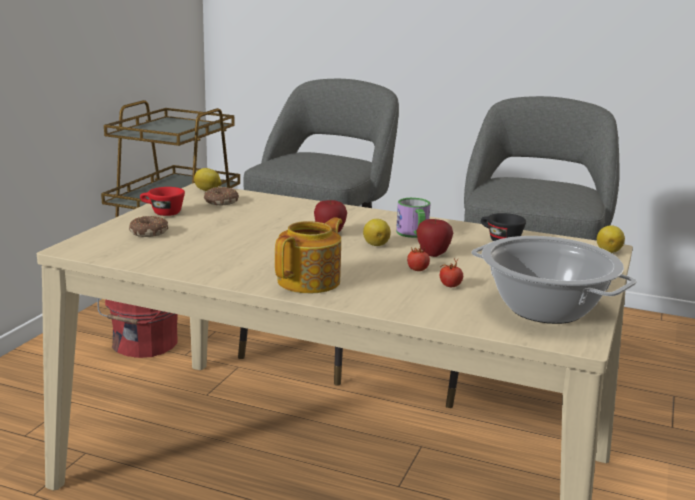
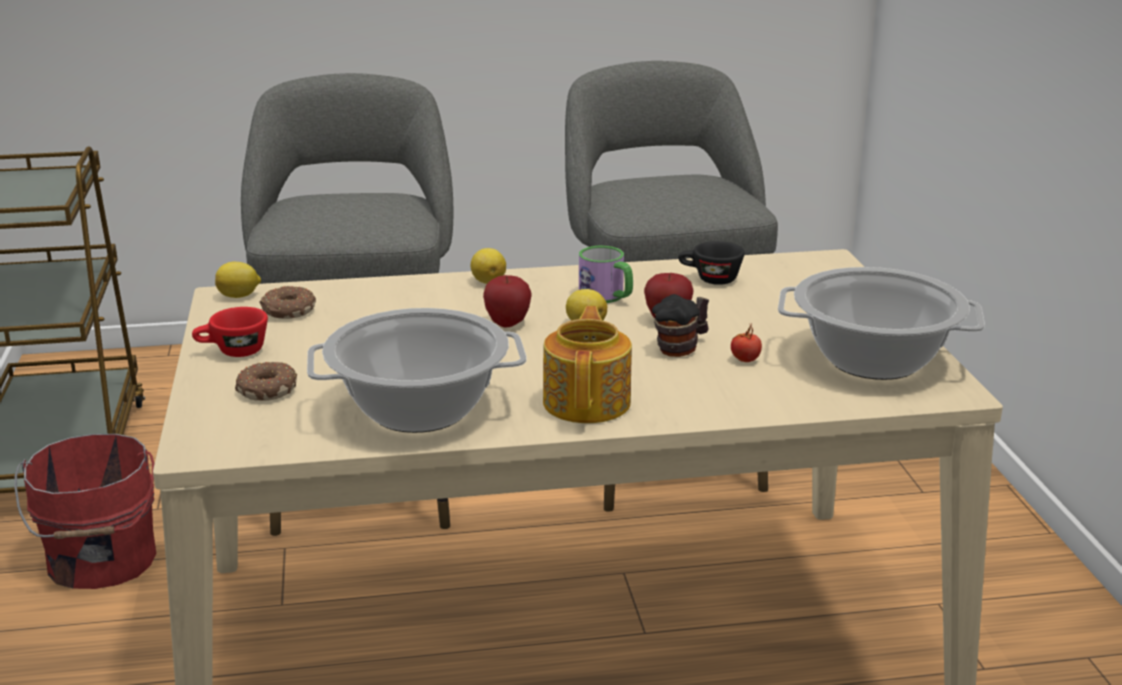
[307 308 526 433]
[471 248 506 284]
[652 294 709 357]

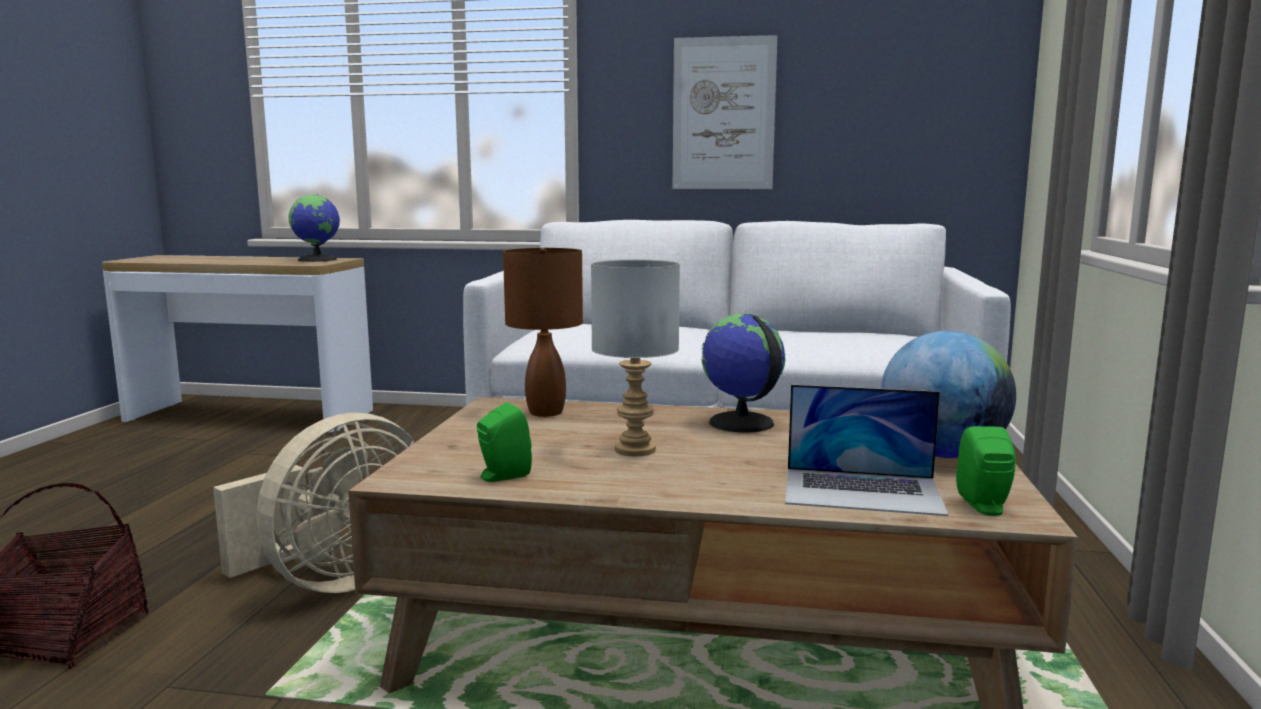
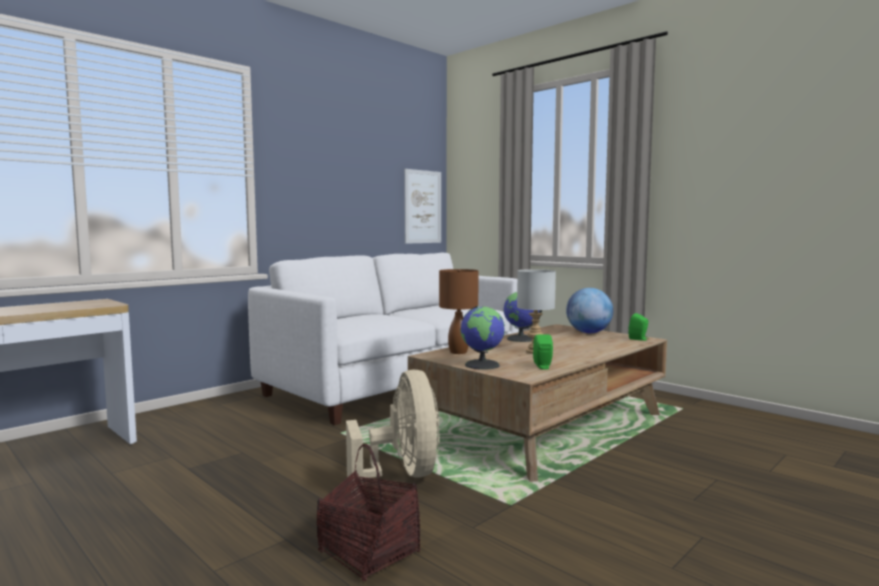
[404 169 441 244]
[460 306 505 370]
[785 385 948 516] (first image)

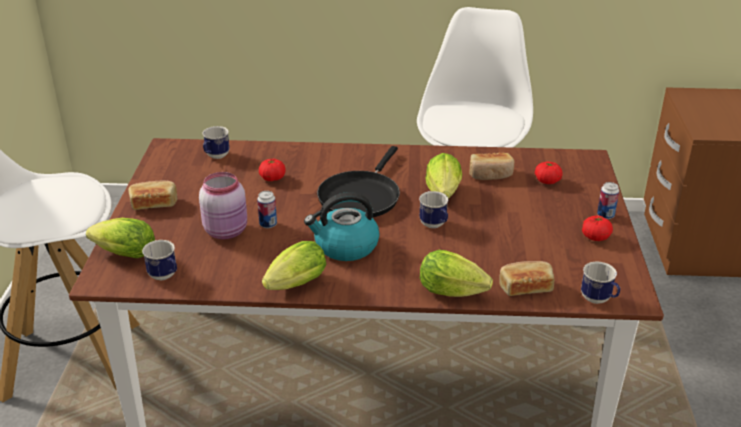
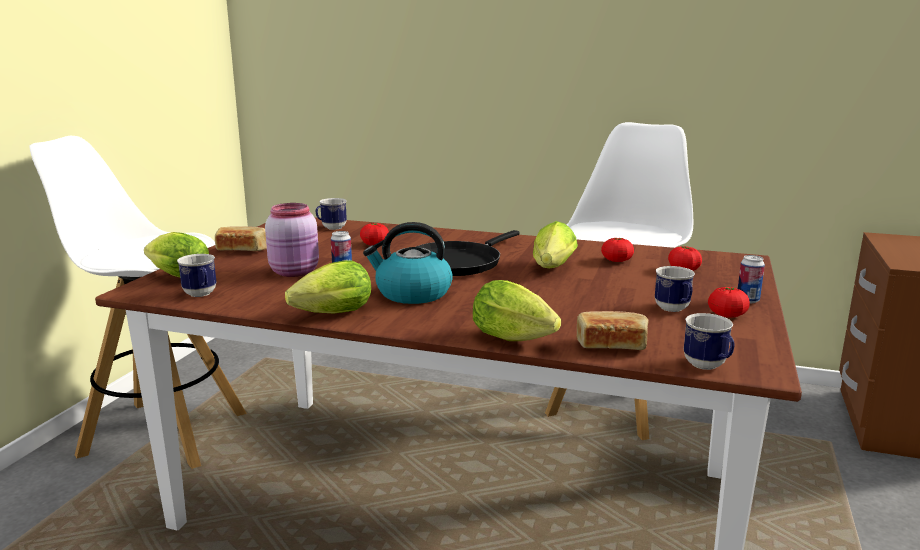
[601 238 634 262]
[655 266 695 312]

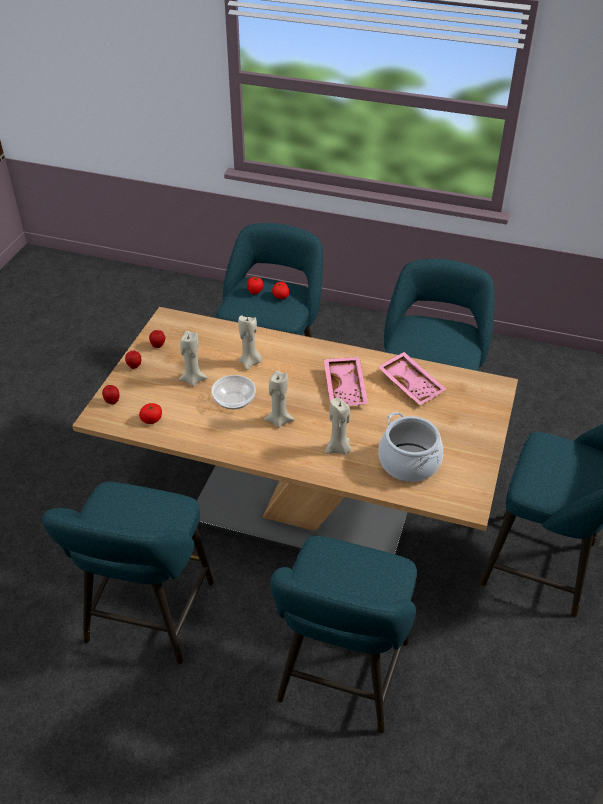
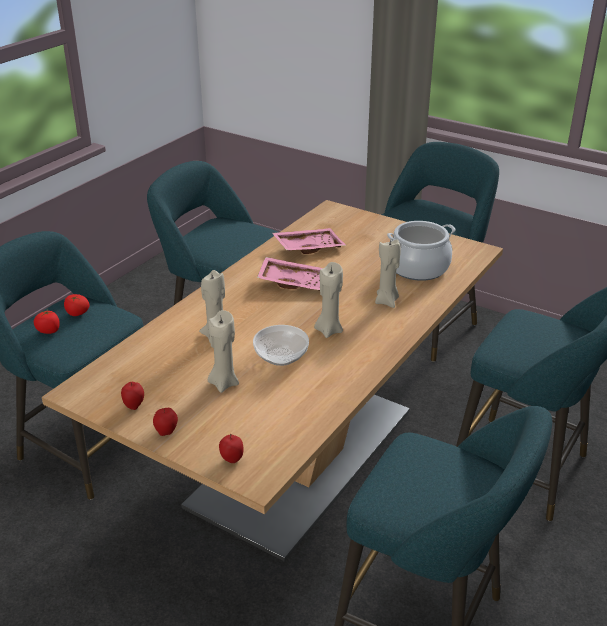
[139 403 162 424] (first image)

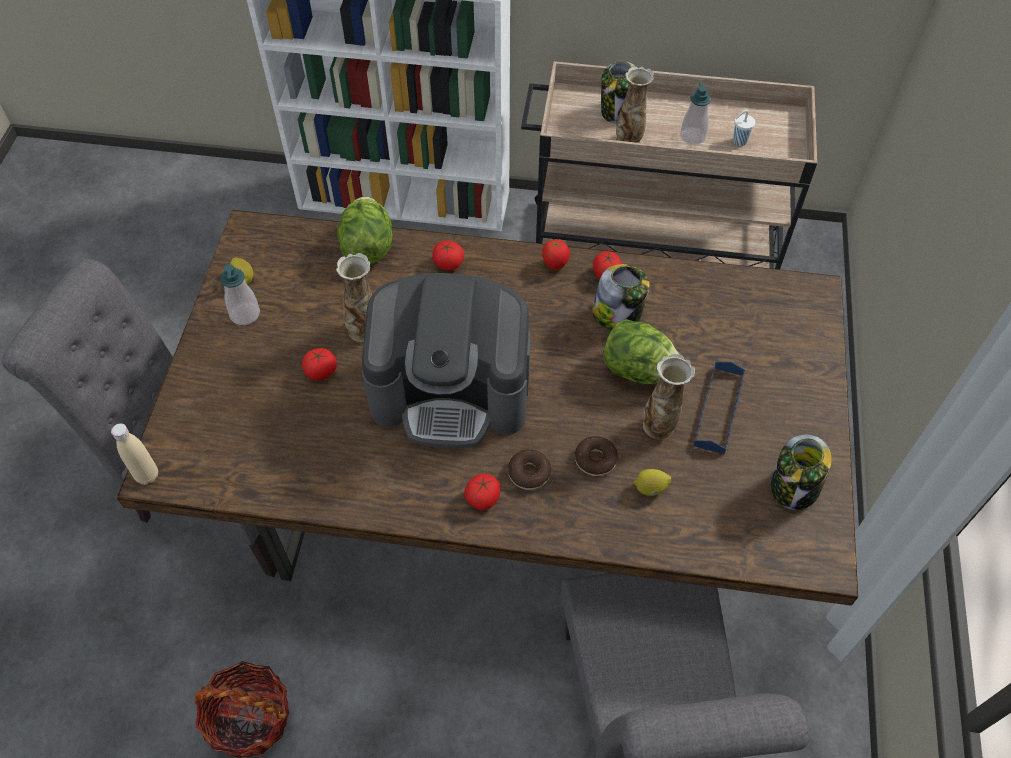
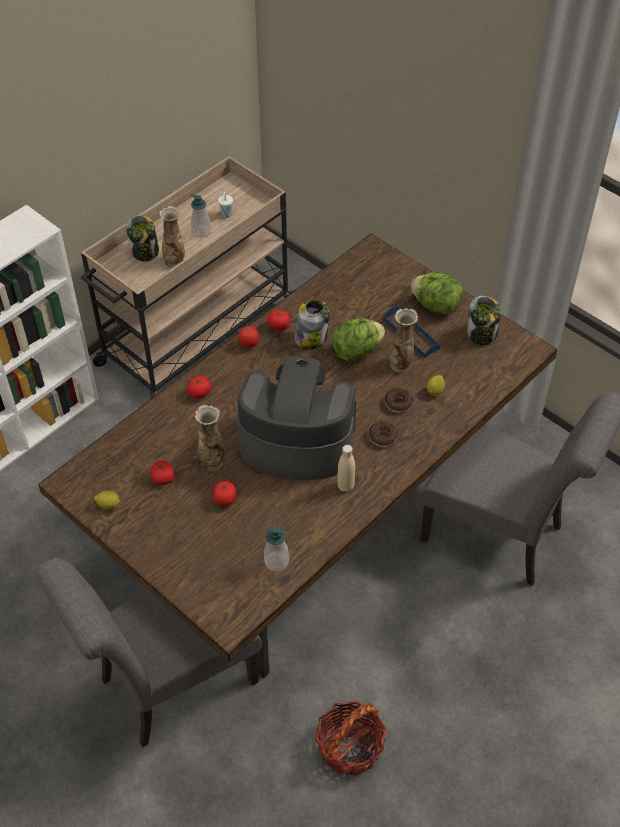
[150 461 174 485]
[237 356 356 480]
[264 526 289 572]
[337 445 355 492]
[411 272 463 315]

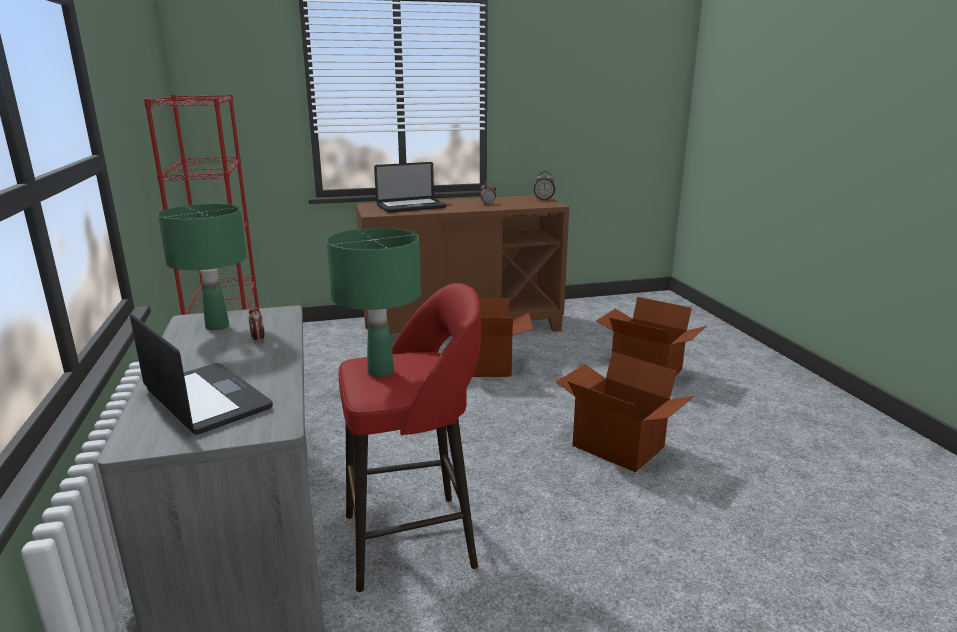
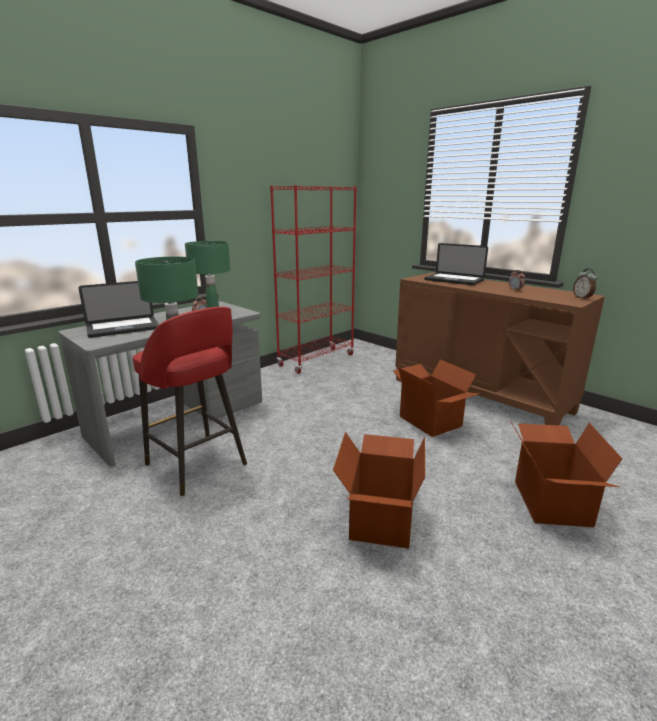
[78 281 159 338]

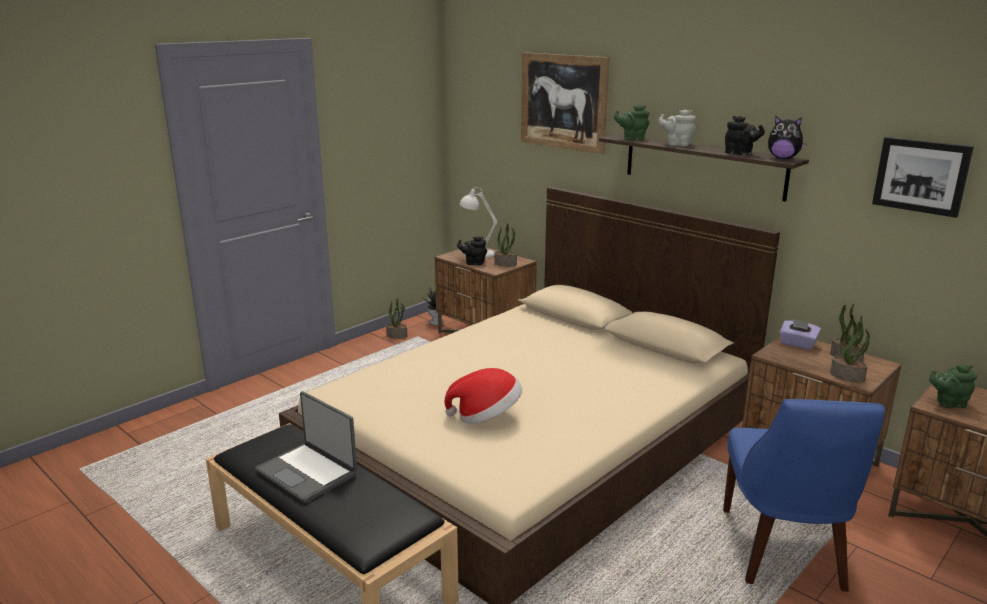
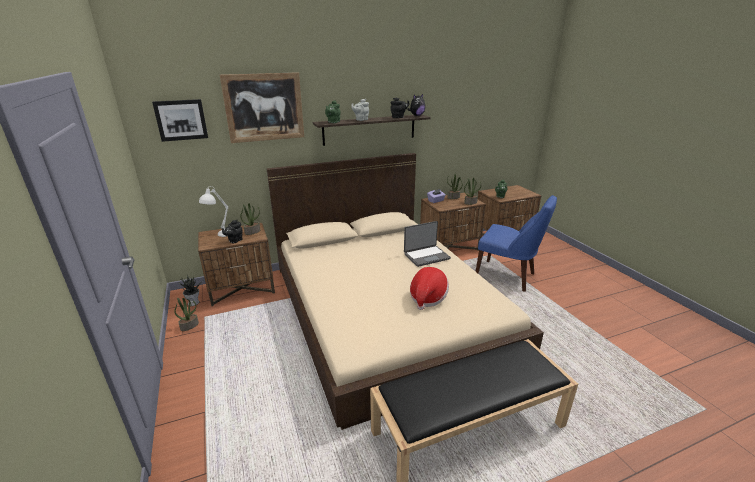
[152 99 208 142]
[404 221 451 267]

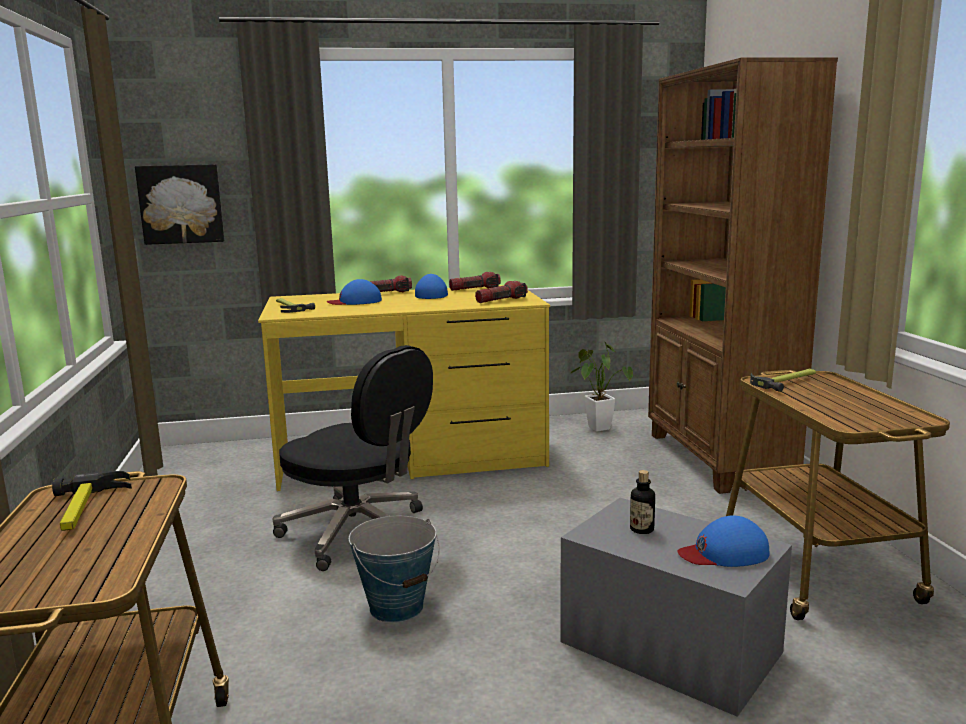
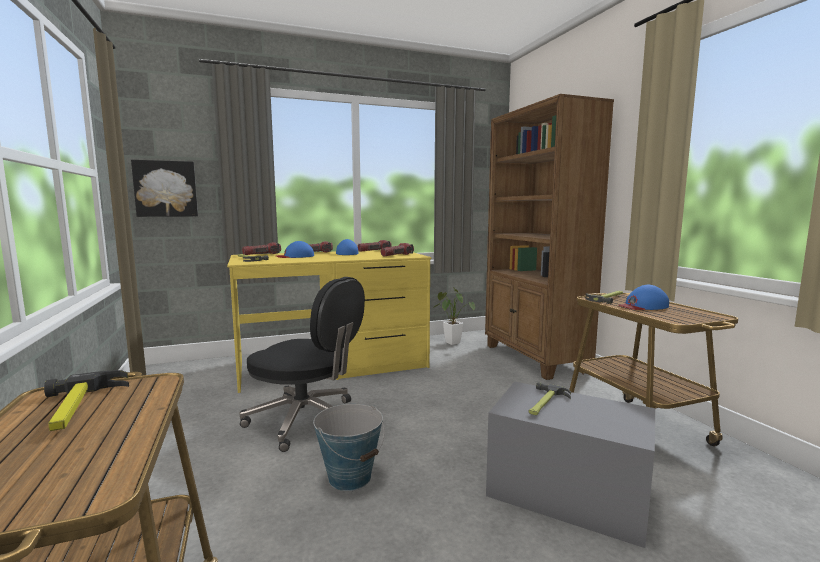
[242 242 281 255]
[528 382 571 415]
[618 285 669 310]

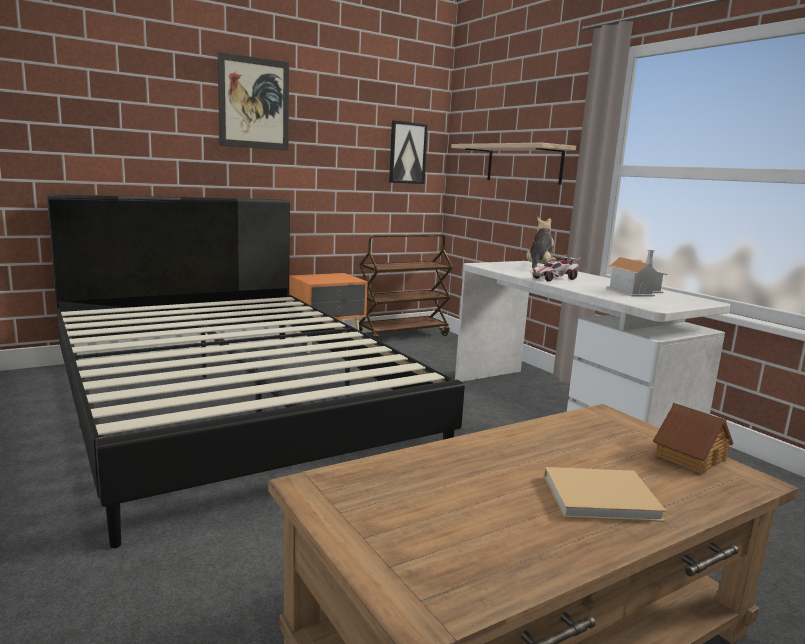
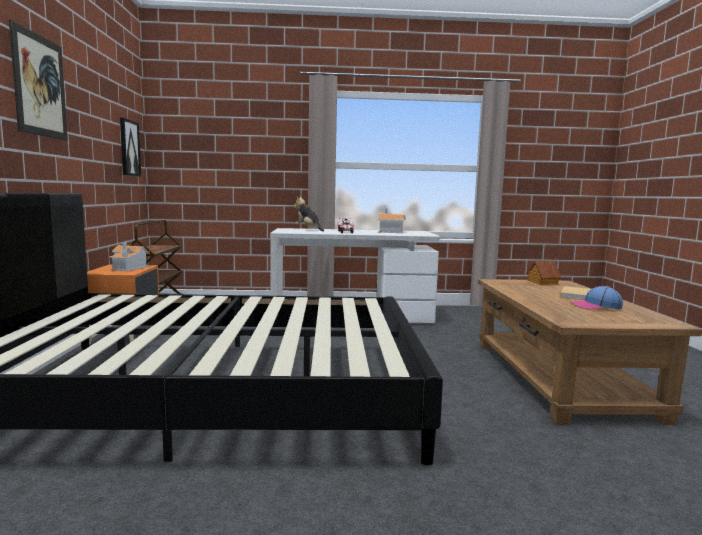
[109 243 150 271]
[571 286 623 310]
[451 143 576 185] (first image)

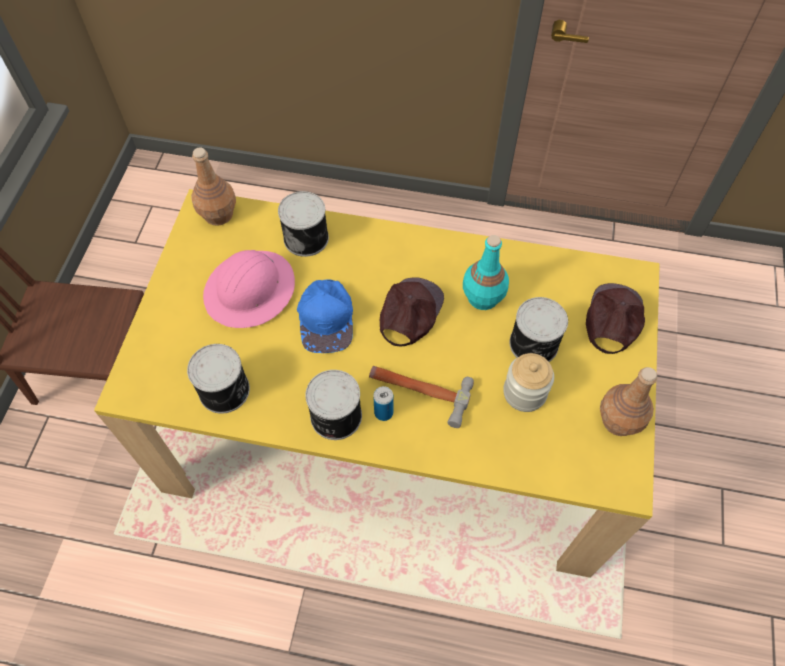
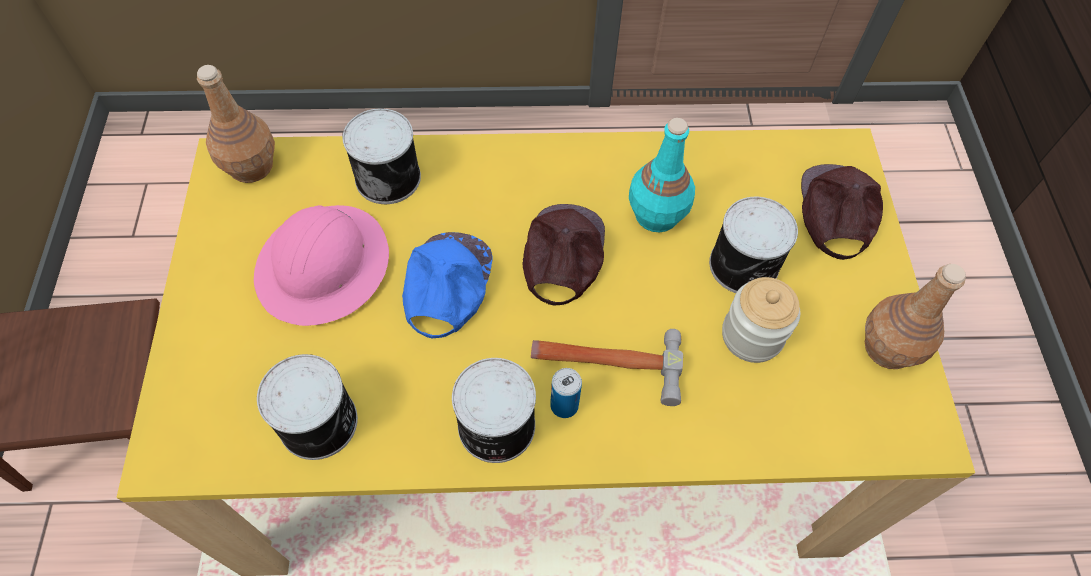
[402 232 492 338]

